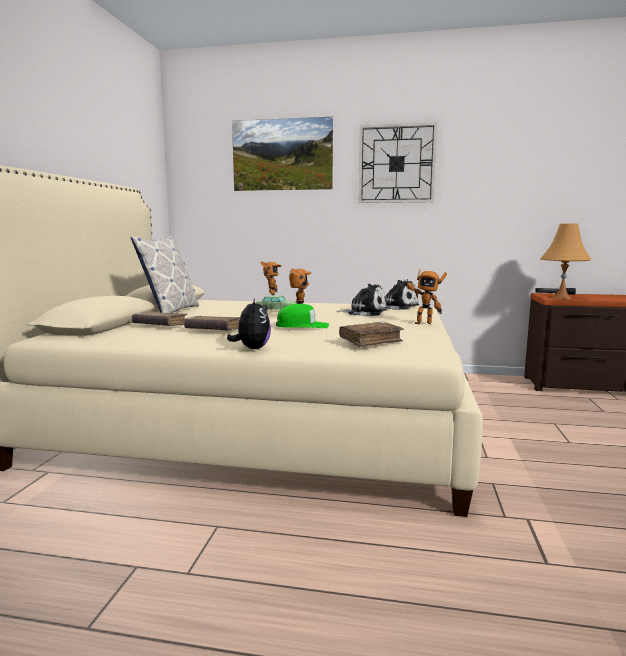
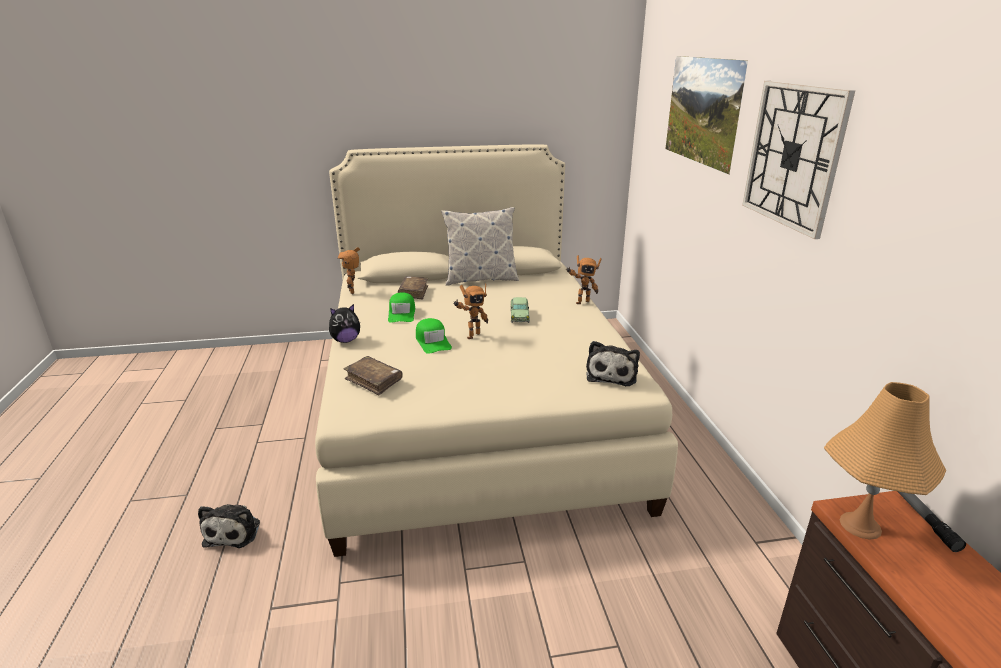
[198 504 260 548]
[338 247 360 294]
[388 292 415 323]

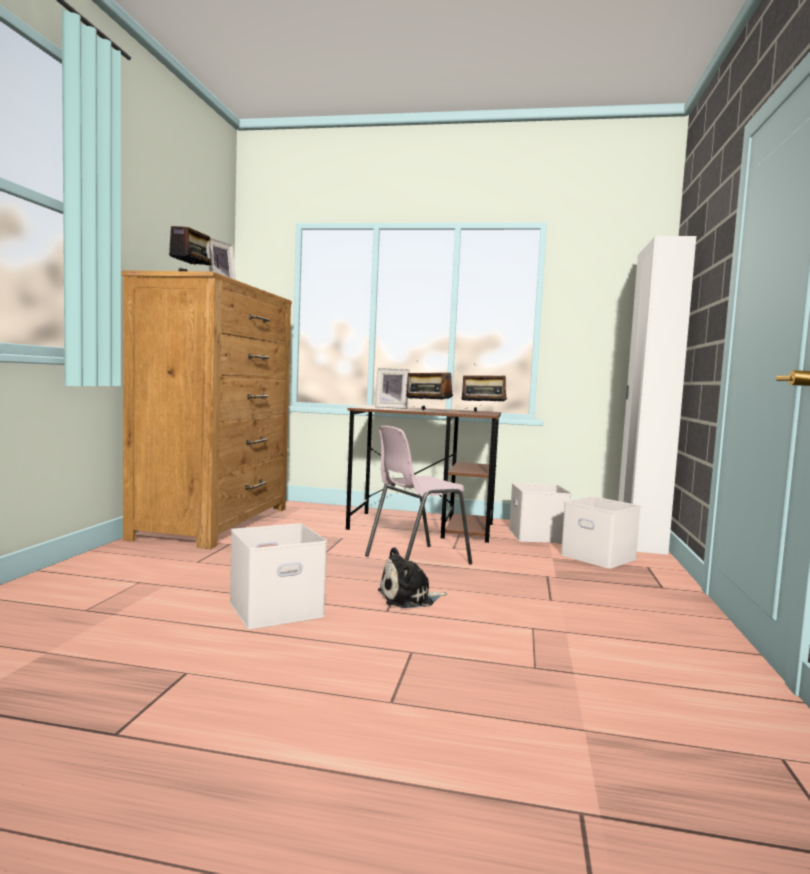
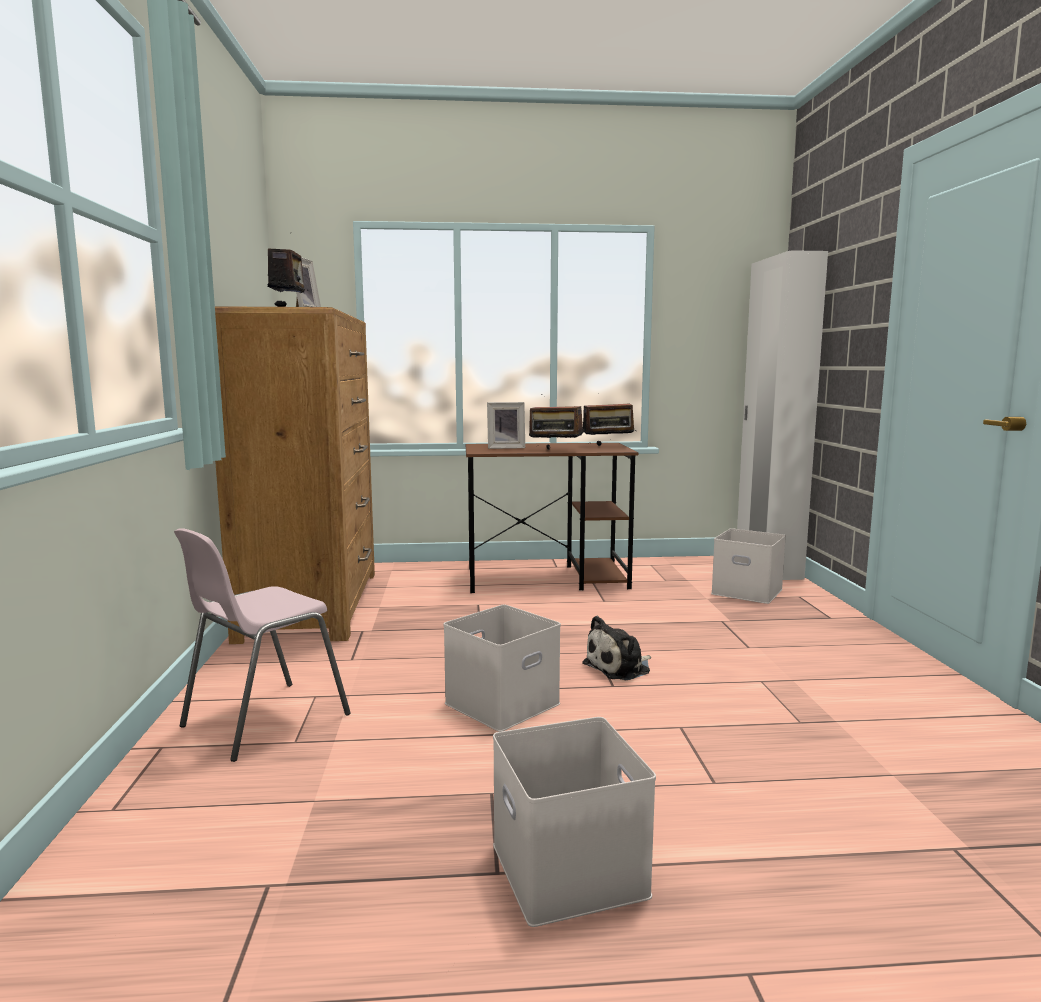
[174 528 351 762]
[493 717 656 927]

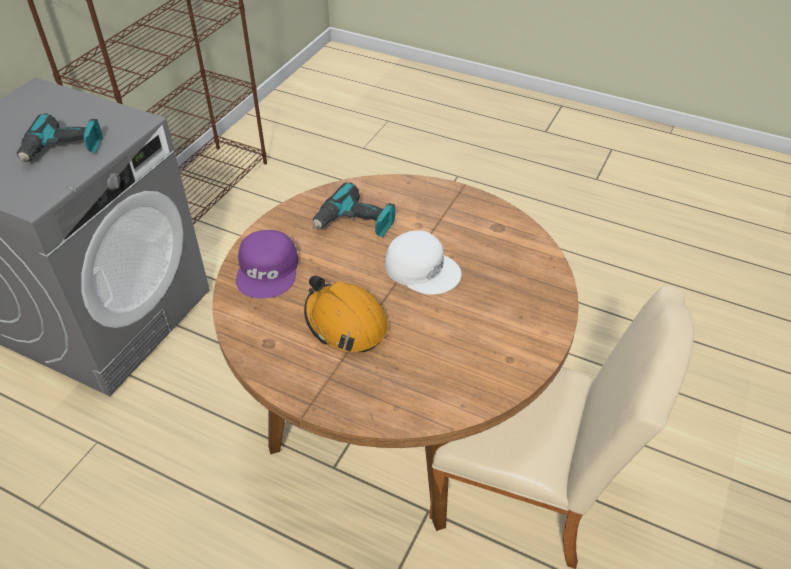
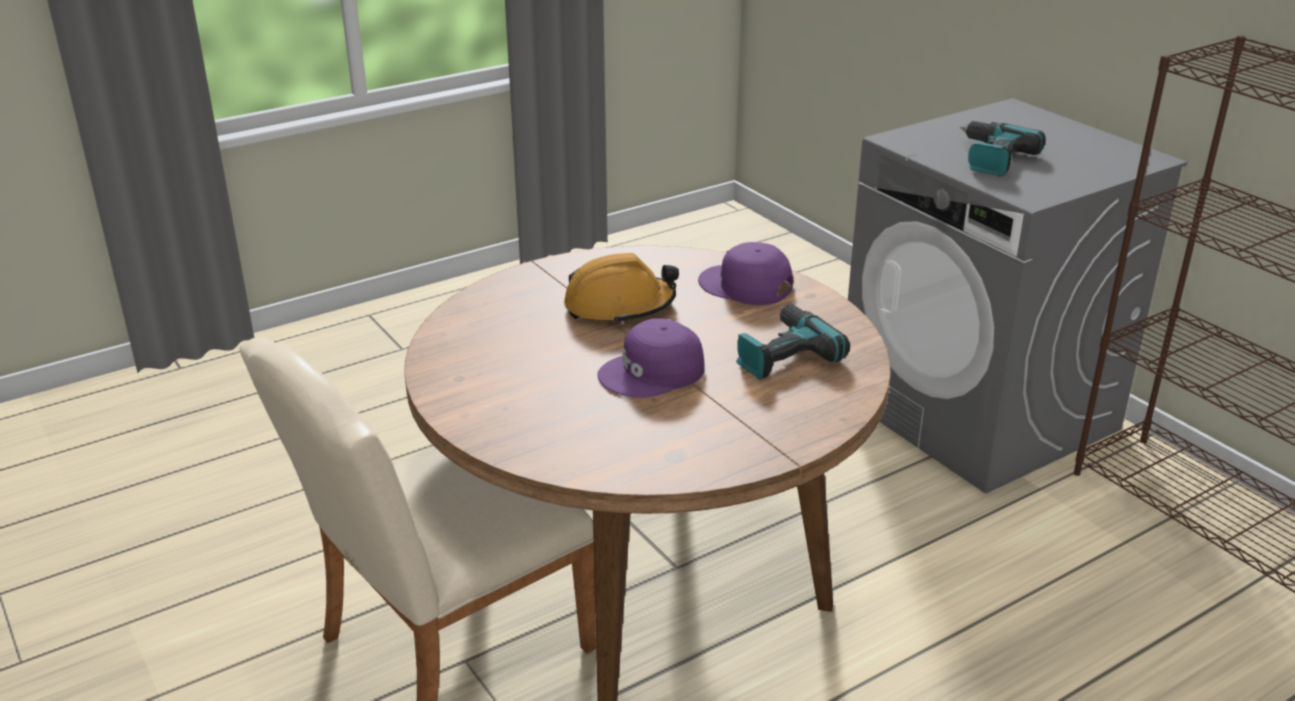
[597 318 705 398]

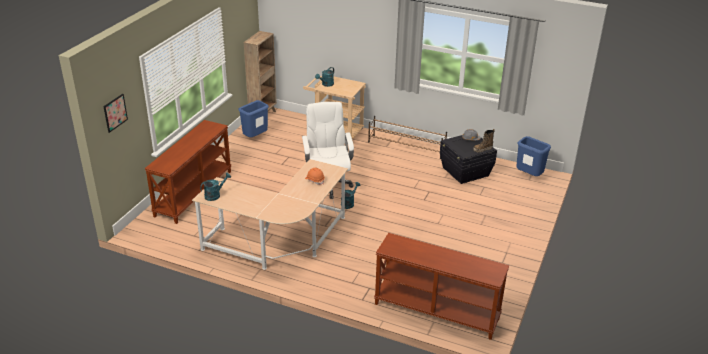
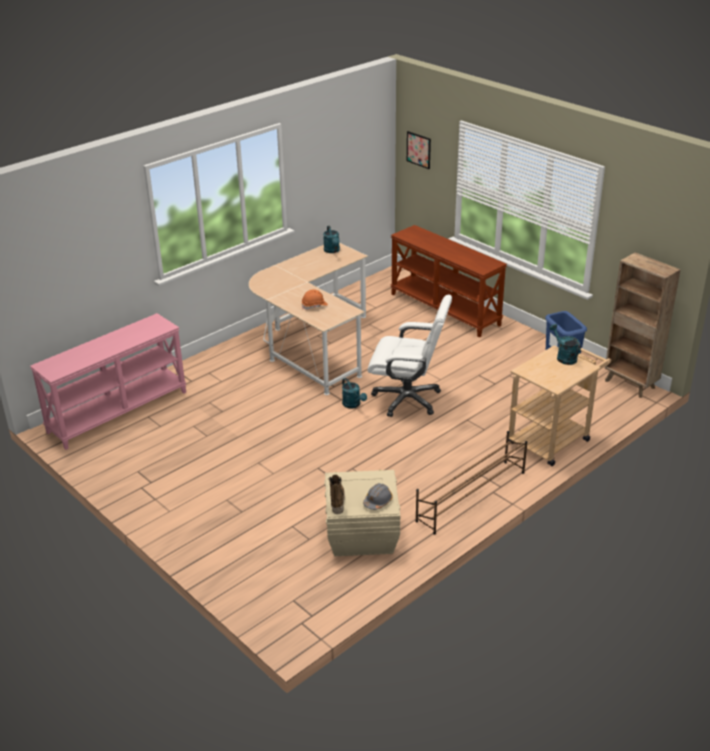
[30 313 186 450]
[324 470 400 556]
[516 136 551 176] (first image)

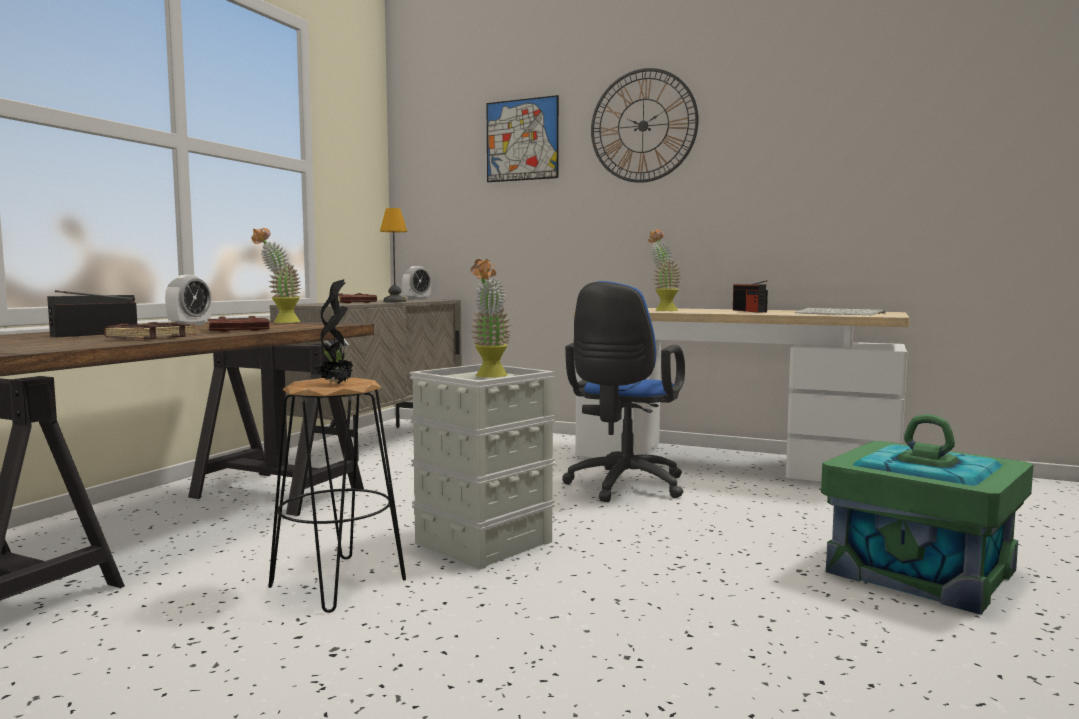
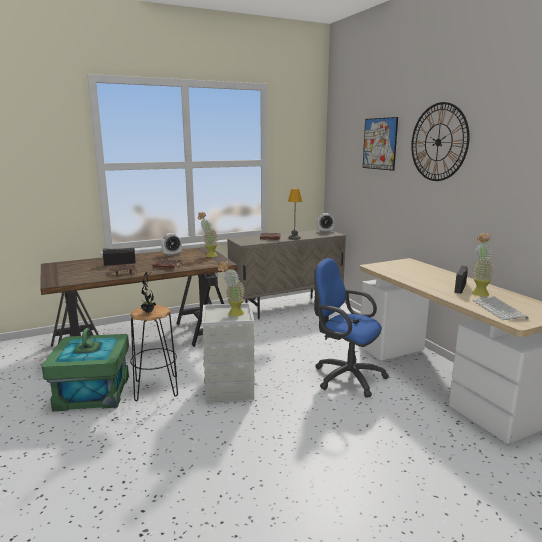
[42 328 129 411]
[314 258 389 398]
[472 233 495 296]

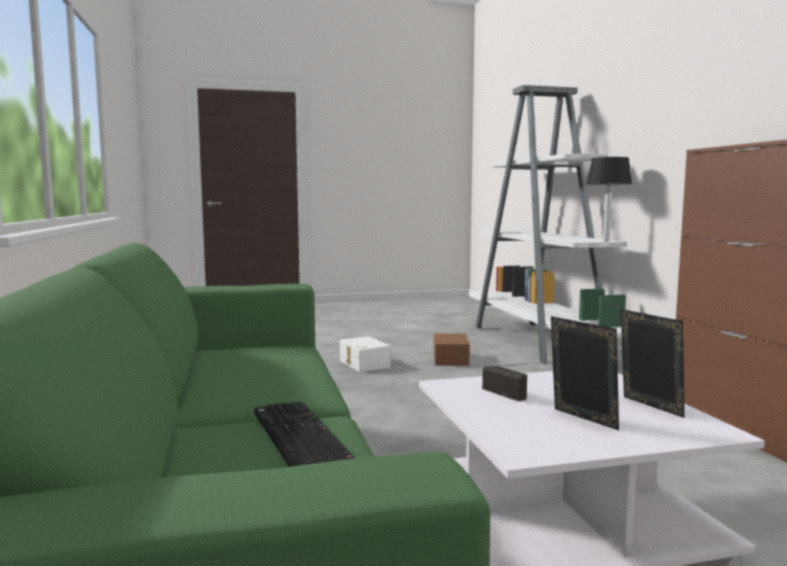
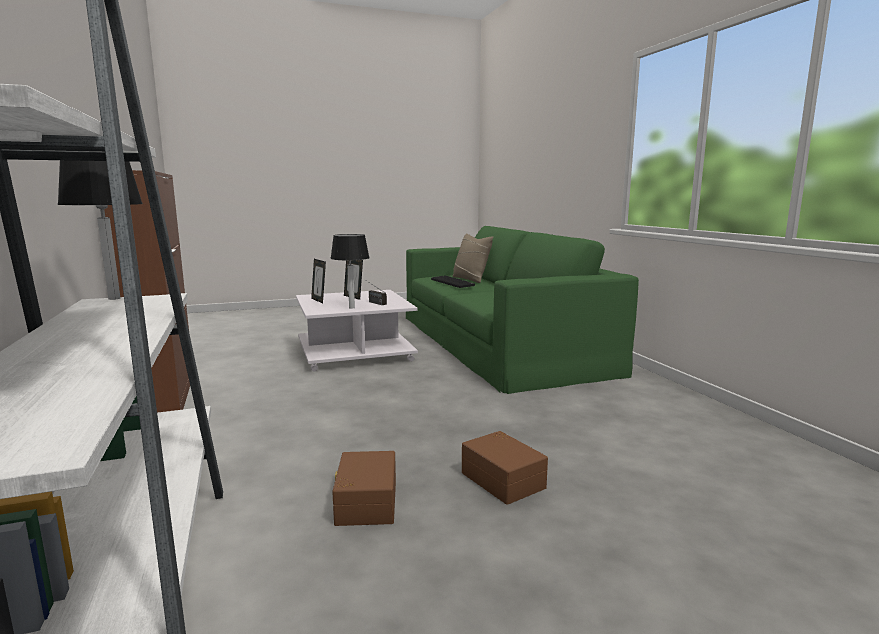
[330 234 370 309]
[453 233 493 283]
[462 431 548 505]

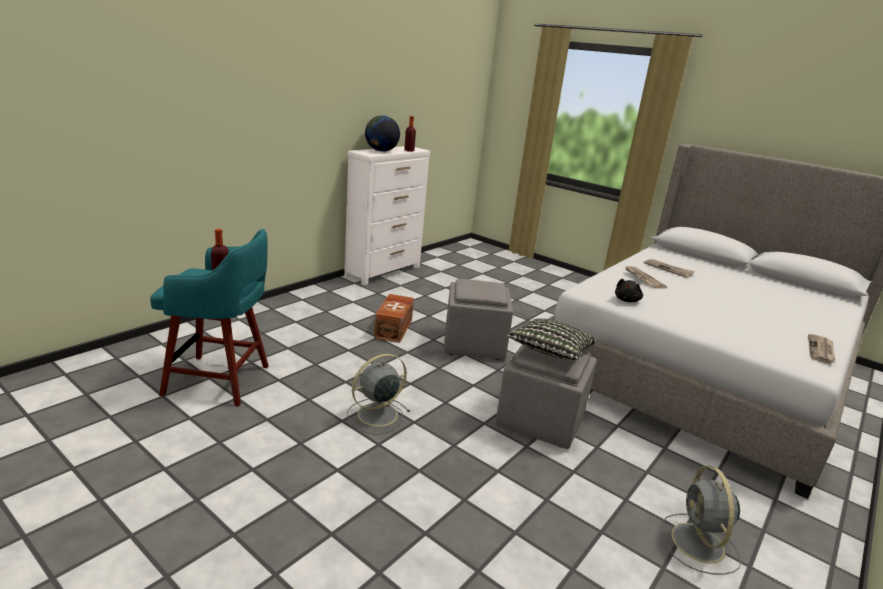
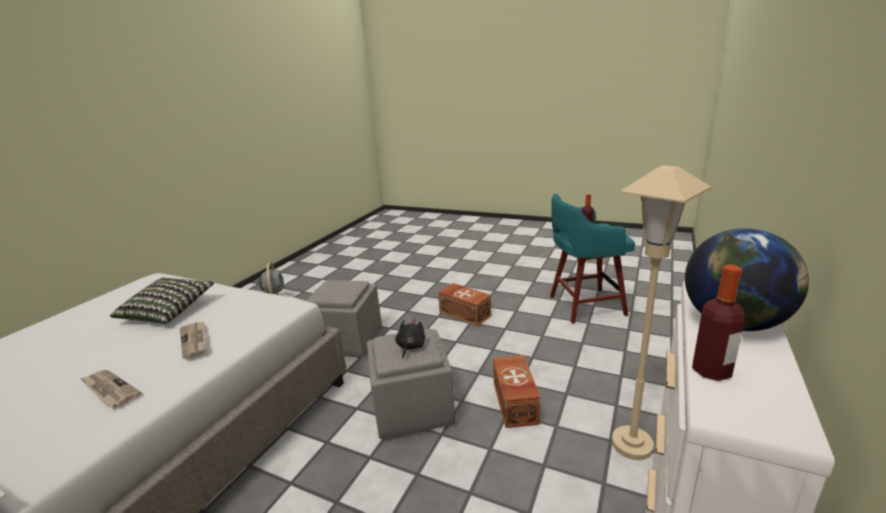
[110 277 214 324]
[395 319 425 359]
[438 283 491 327]
[612 165 711 460]
[808 334 835 364] (first image)

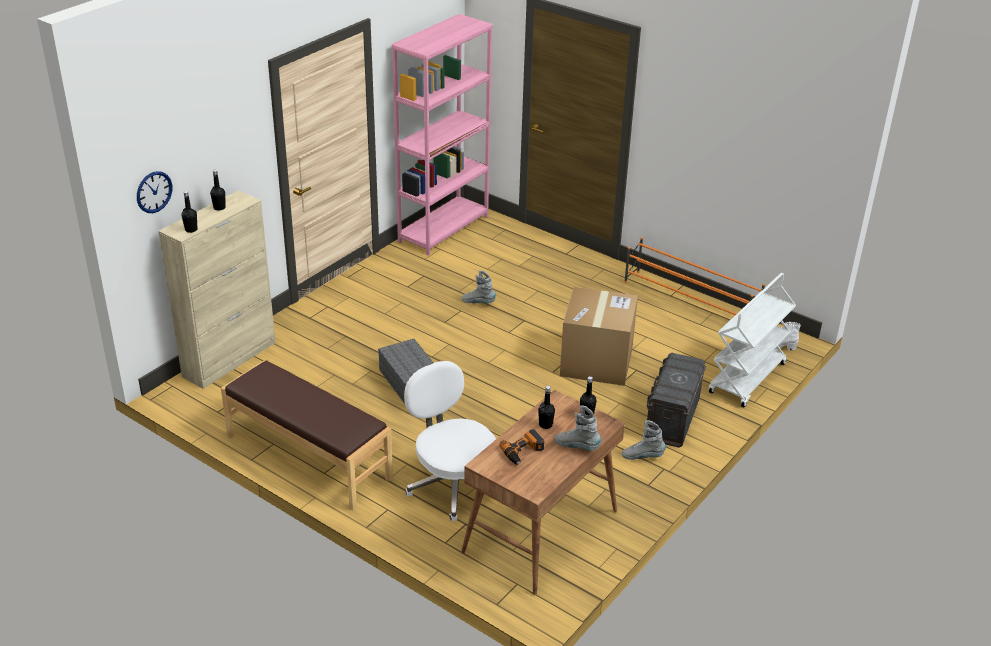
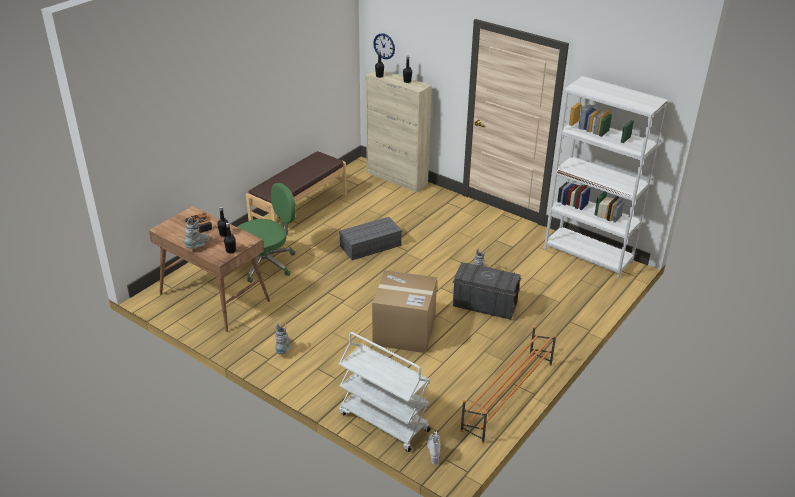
[237 183 296 283]
[453 262 521 320]
[544 76 668 278]

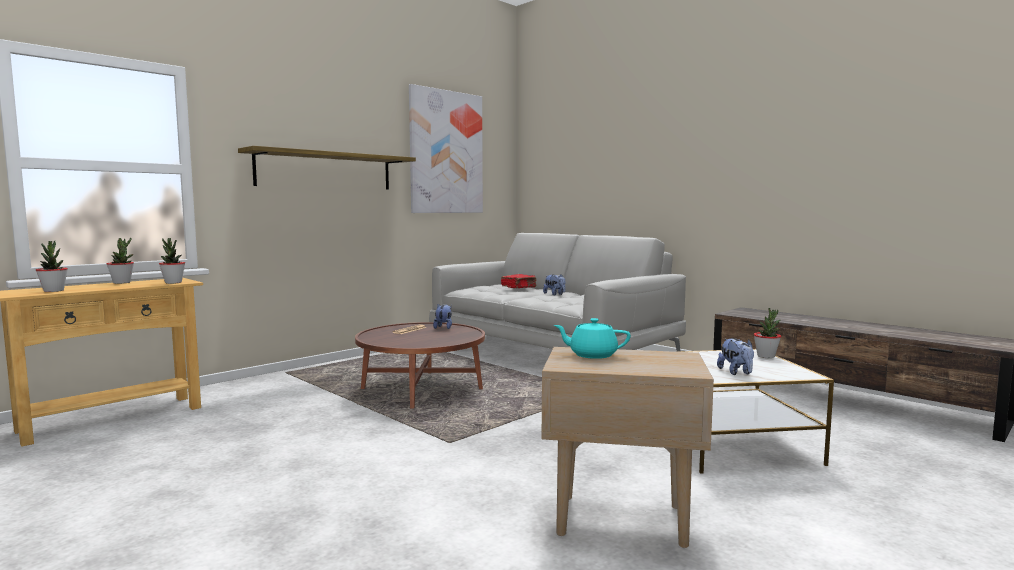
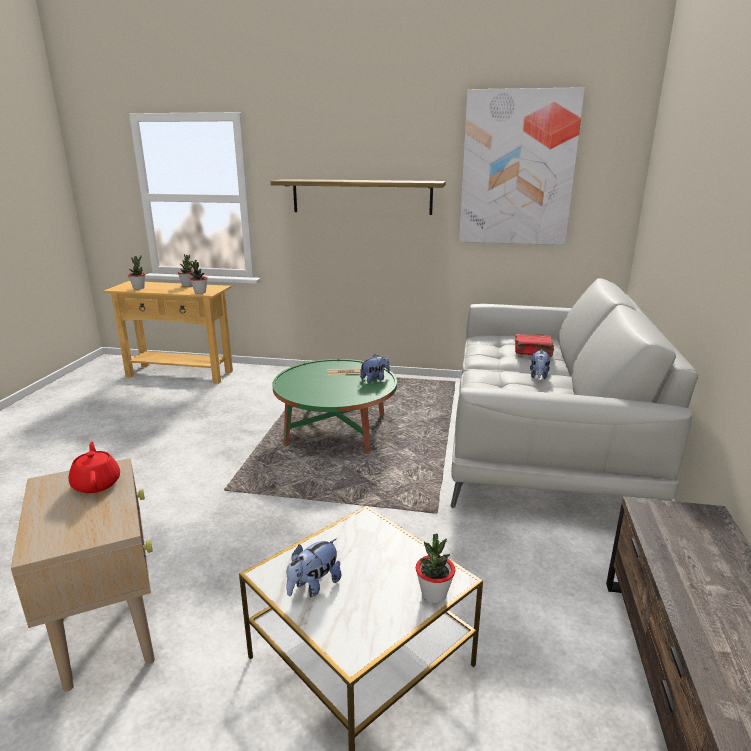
[68 442 120 493]
[272 359 397 453]

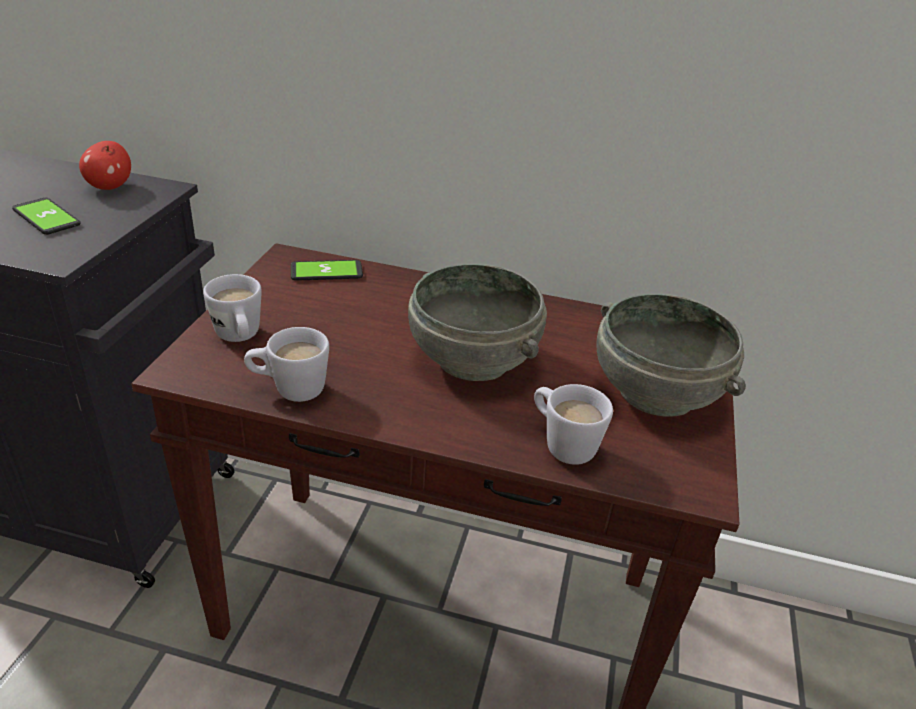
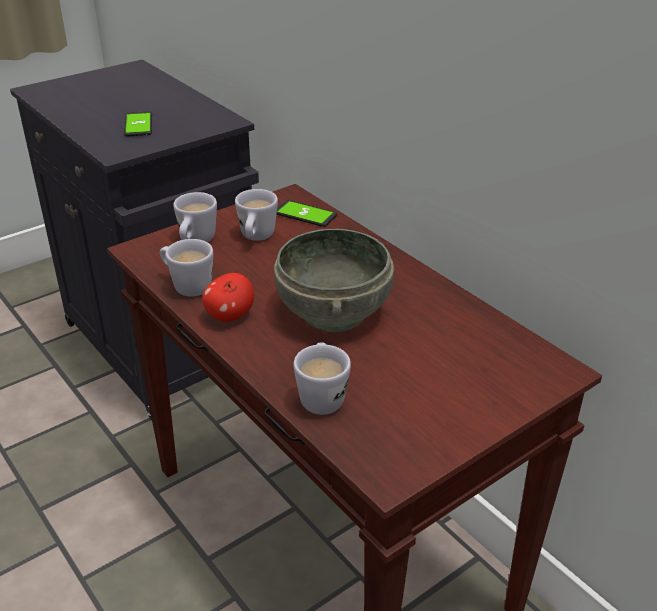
[202 273 254 322]
[235 189 278 241]
[597 294 746 417] (first image)

